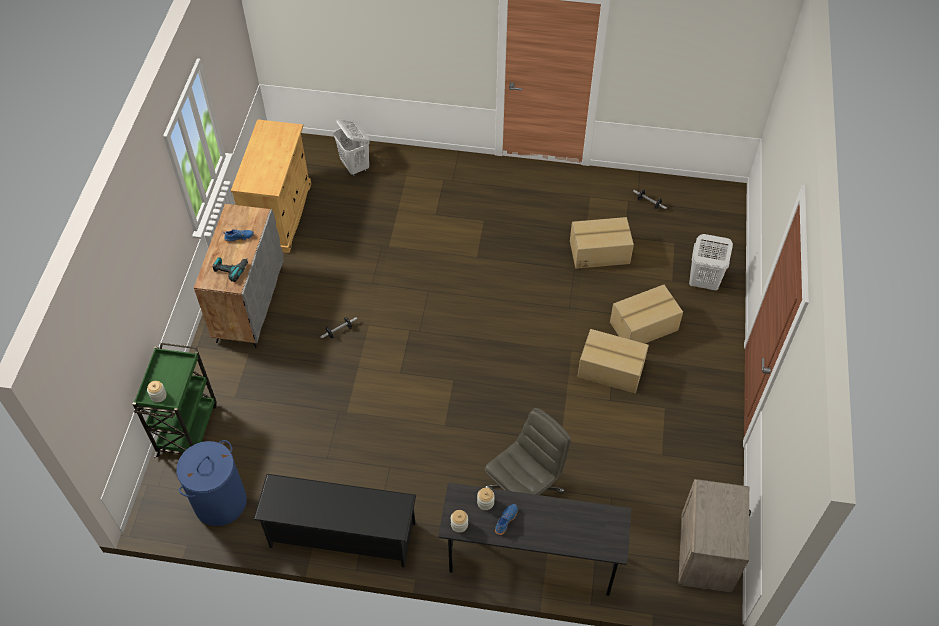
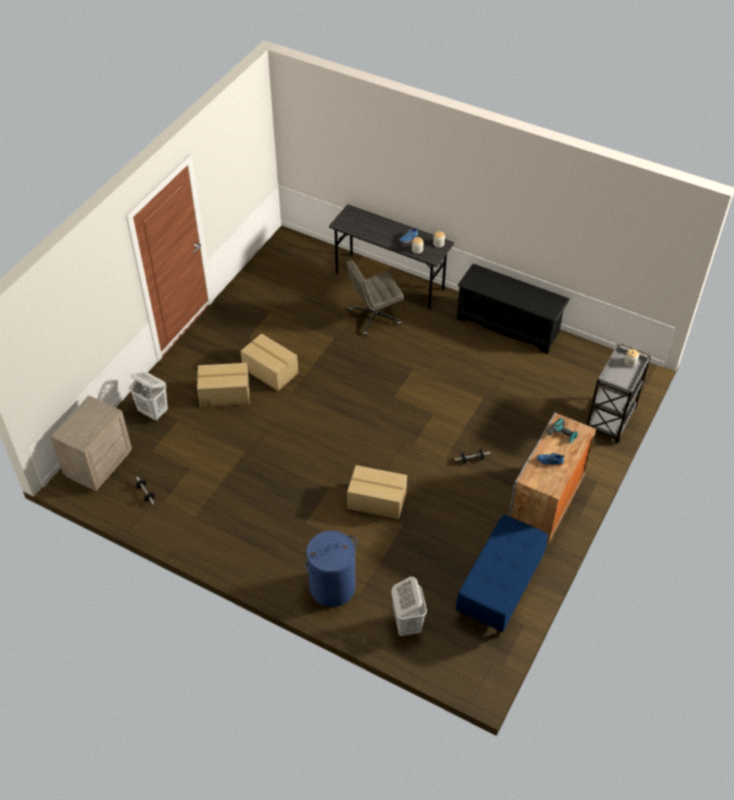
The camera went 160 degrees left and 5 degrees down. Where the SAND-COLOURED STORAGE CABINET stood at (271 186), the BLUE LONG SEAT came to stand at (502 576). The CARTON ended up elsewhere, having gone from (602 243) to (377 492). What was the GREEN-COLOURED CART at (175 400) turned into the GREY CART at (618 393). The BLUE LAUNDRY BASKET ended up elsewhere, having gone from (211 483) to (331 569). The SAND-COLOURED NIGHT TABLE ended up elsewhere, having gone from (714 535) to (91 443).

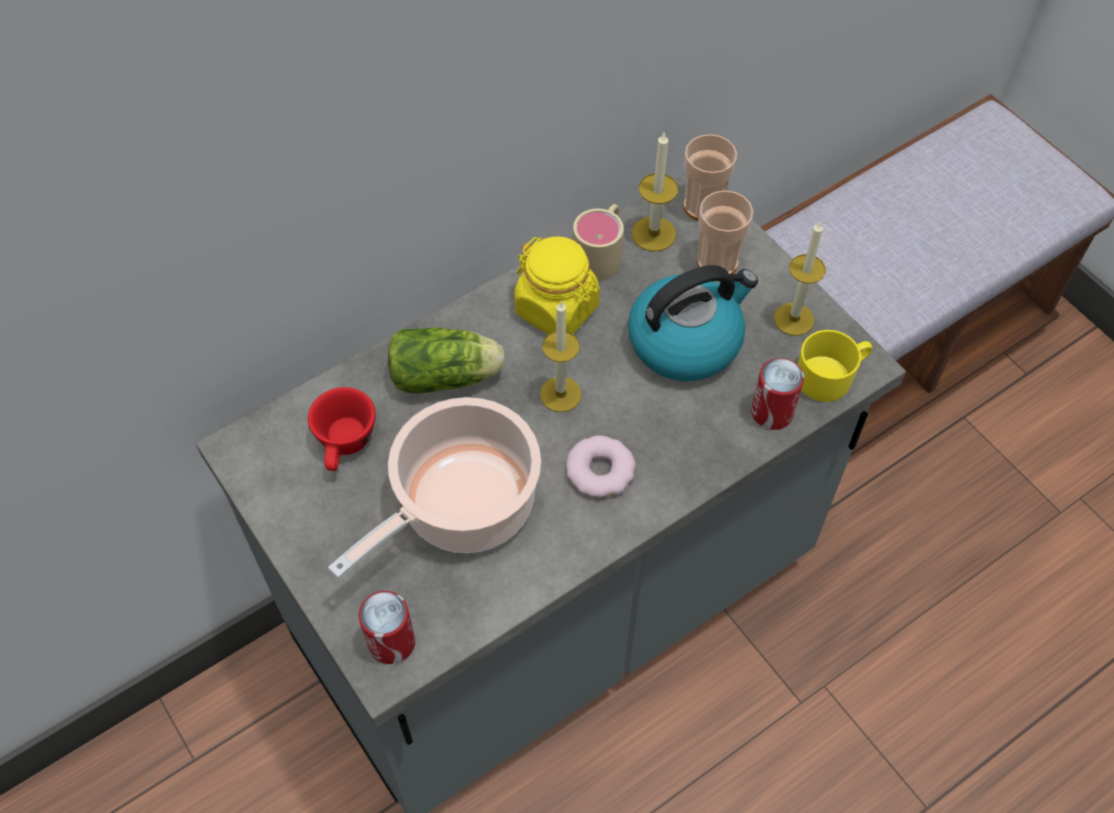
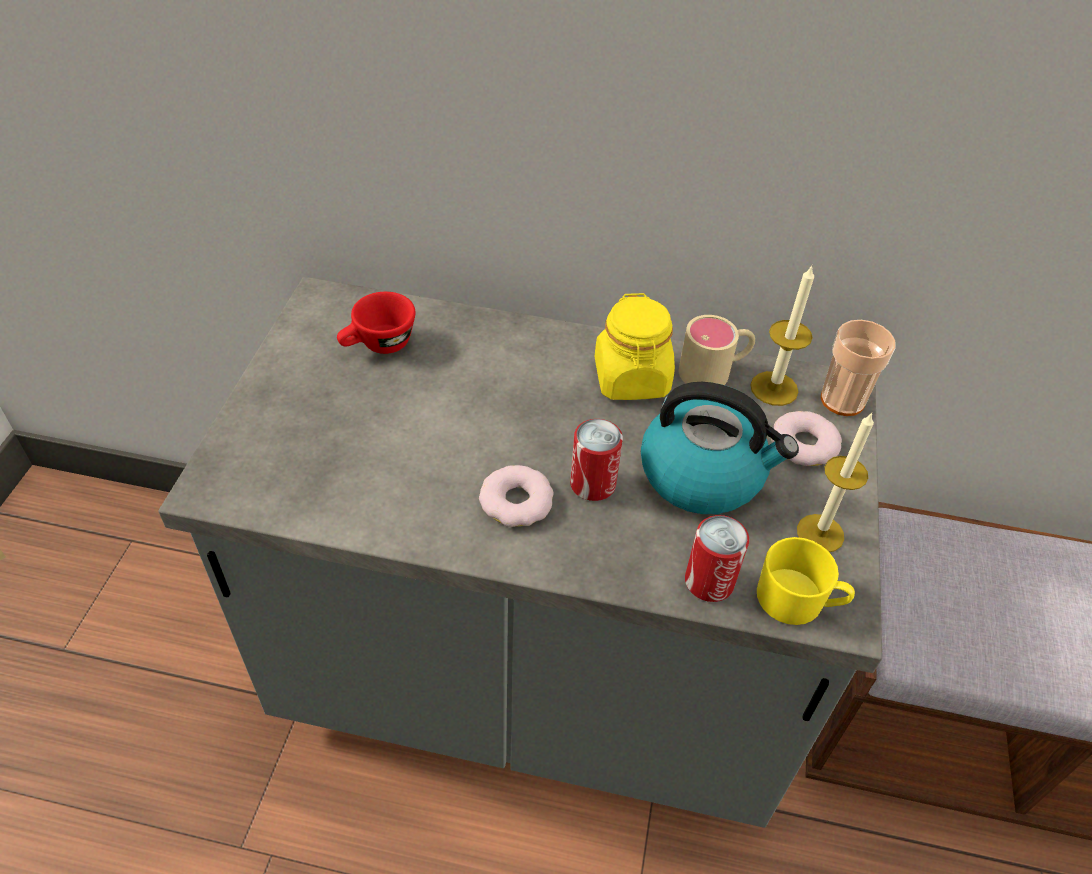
The camera went 45 degrees right and 10 degrees down. Where the SMALL CUP stood at (725 232), the DOUGHNUT came to stand at (806 438). The second view lost the WAX CANDLE at (561 356). The second view lost the LETTUCE HEAD at (446 360). The second view lost the SAUCEPOT at (434 488). The METAL CAN ended up elsewhere, having gone from (387 627) to (596 460).

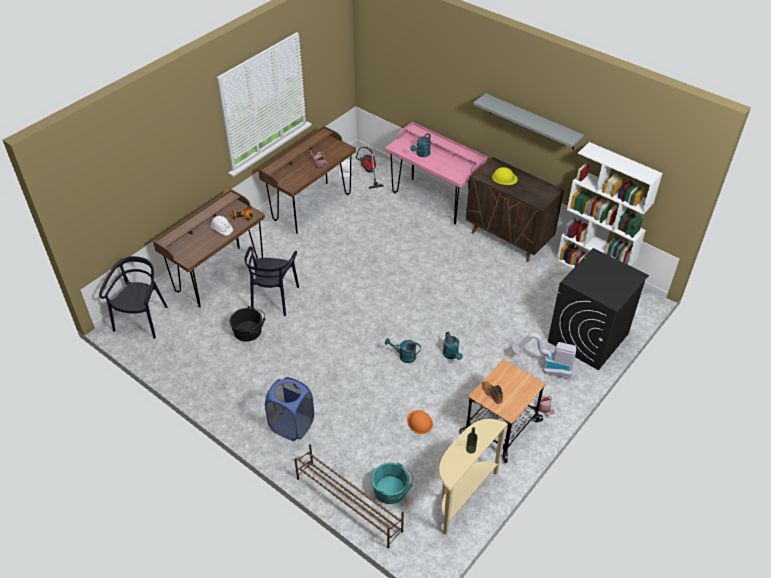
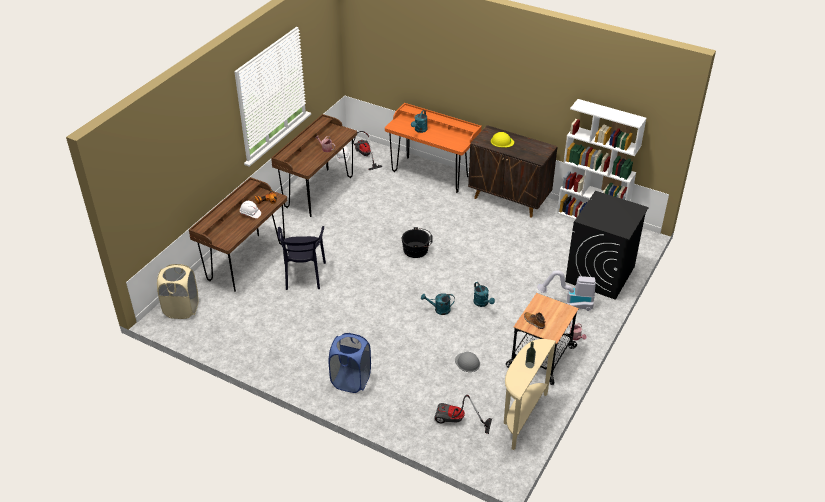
The camera went 10 degrees left and 5 degrees down. The second view lost the GREY WALL SHELF at (528 121). What was the PINKISH DESK TABLE at (437 173) turned into the ORANGE-COLOURED DESK TABLE at (433 148). Where the BLACKISH CHAIR stood at (133 297), the SAND-COLOURED LAUNDRY BASKET came to stand at (178 291). The BLACKISH BUCKET ended up elsewhere, having gone from (247 324) to (417 242). What was the ORANGE-COLOURED HARD HAT at (420 422) turned into the GREY HARD HAT at (467 362). The second view lost the BROWNISH SHOE RACK at (349 496). Where the BLUE-GREEN BUCKET stood at (392 483), the HOOVER came to stand at (463 414).

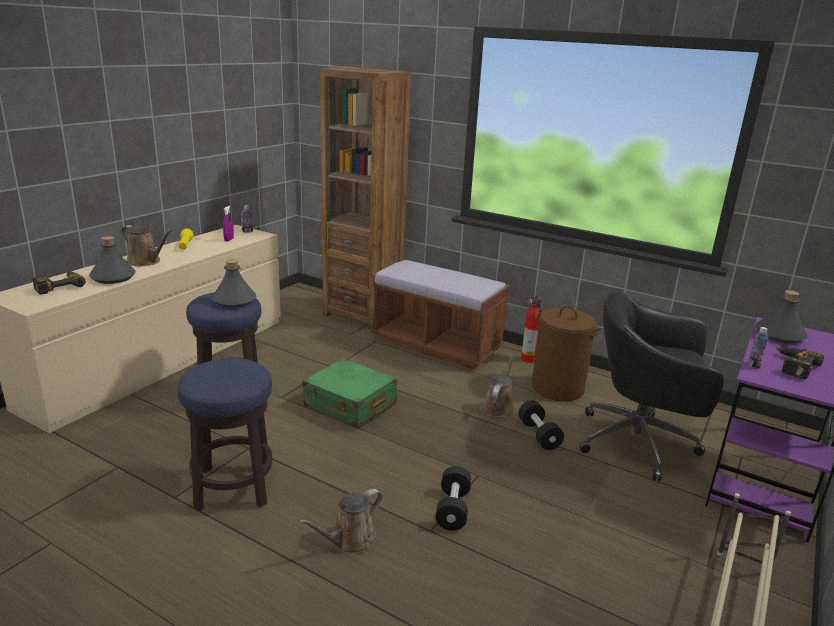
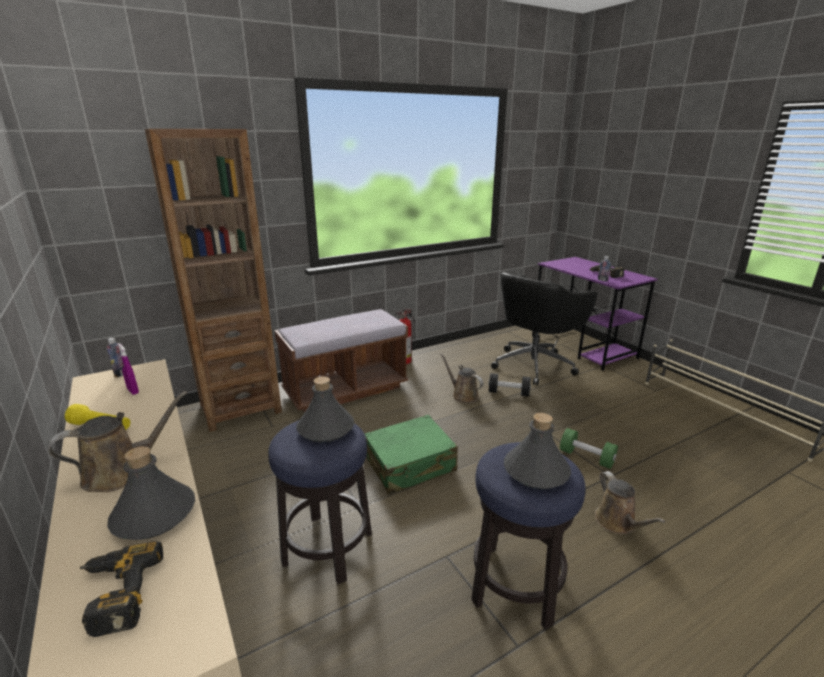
The camera went 60 degrees left and 0 degrees up. The GREY DRINK BOTTLE ended up elsewhere, having gone from (781 316) to (537 451). The second view lost the BROWNISH LAUNDRY BASKET at (567 353). What was the BLACKISH DUMBBELL at (453 498) turned into the GREEN-COLOURED DUMBBELL at (589 448).

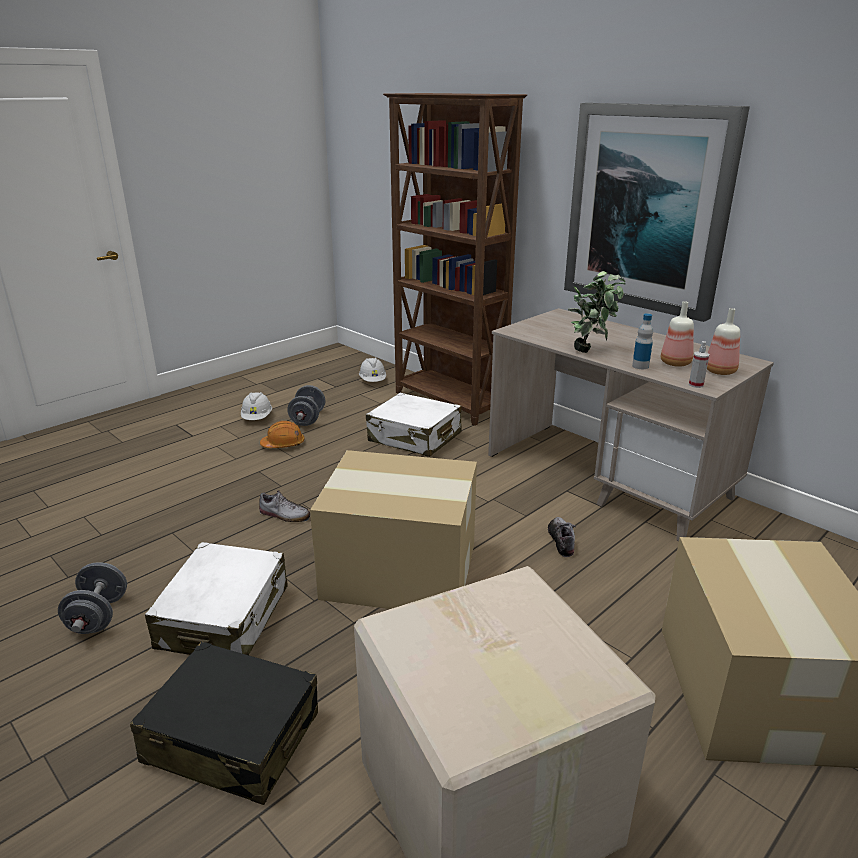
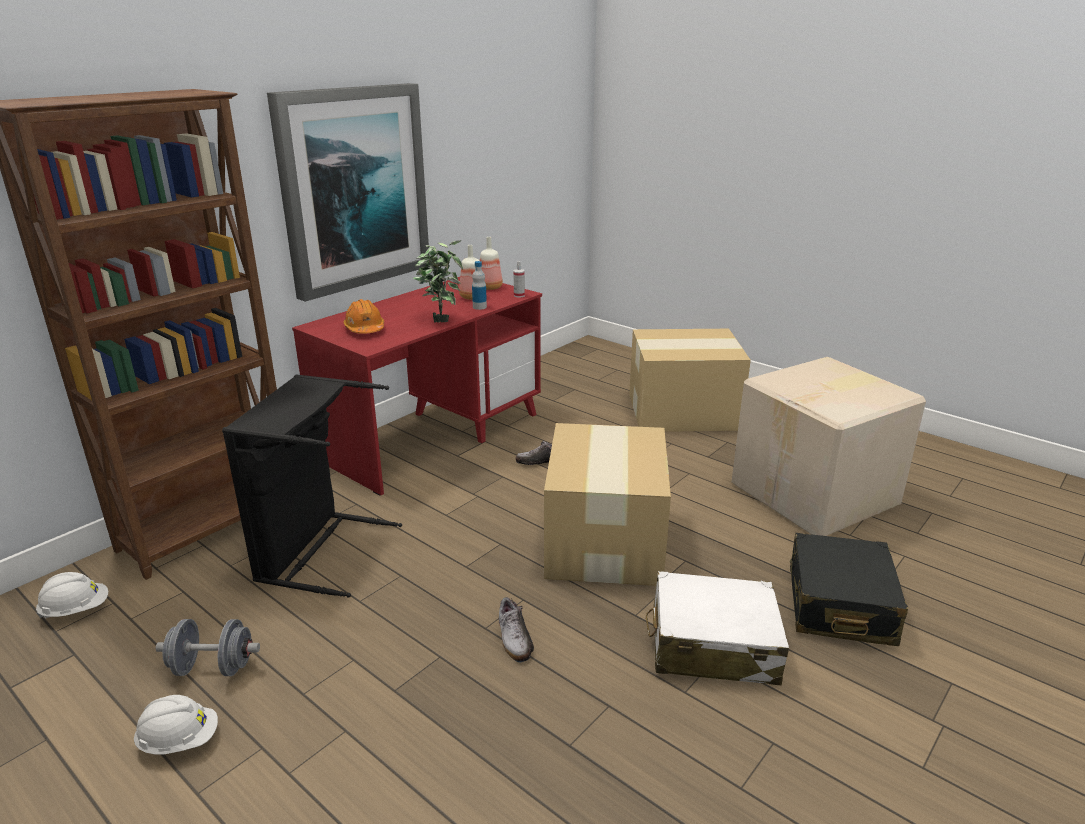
The camera went 95 degrees left and 0 degrees up. What was the SAND-COLOURED DESK TABLE at (631 424) turned into the RED-COLOURED DESK TABLE at (417 386). Where the WHITE SUITCASE stood at (414 425), the BLACKISH LAUNDRY BASKET came to stand at (312 486). The ORANGE-COLOURED HARD HAT ended up elsewhere, having gone from (282 434) to (364 316). The LOW SHOE at (284 506) ended up facing another way, 150 degrees clockwise from before. The second view lost the GREY DUMBBELL at (92 598).

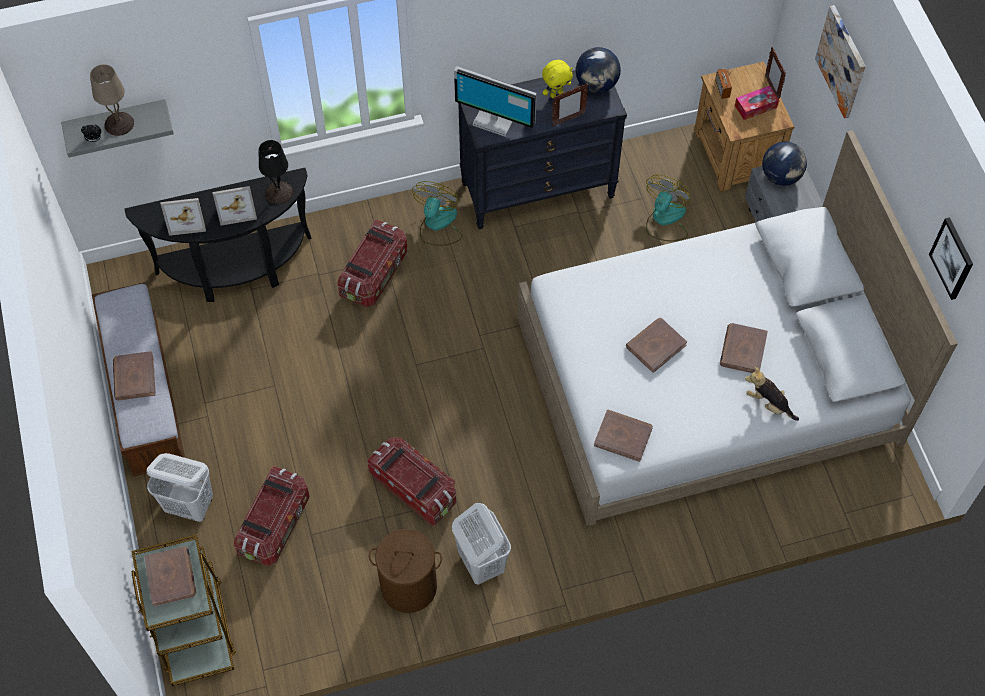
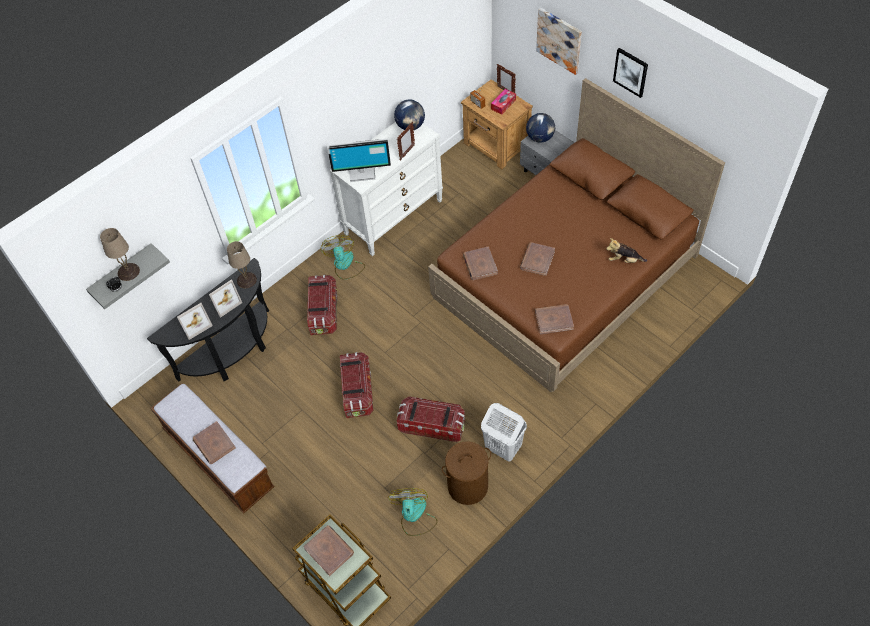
The camera went 25 degrees left and 5 degrees down. The second view lost the YELLOW PLUSH TOY at (557 79). What was the BLACKISH CHEST OF DRAWERS at (542 149) turned into the WHITE CHEST OF DRAWERS at (386 189). What was the WHITE SLEEPING BED at (738 328) turned into the BROWNISH SLEEPING BED at (576 235). What was the BLACKISH TABLETOP LAMP at (276 172) turned into the SAND-COLOURED TABLETOP LAMP at (242 264). The ELECTRIC FAN ended up elsewhere, having gone from (668 208) to (413 512). The PICTURE ended up elsewhere, having gone from (951 258) to (630 73). The BROWNISH VOLUME ended up elsewhere, having gone from (744 348) to (480 263). The second view lost the WHITE LAUNDRY BASKET at (179 487). The STORAGE BOX ended up elsewhere, having gone from (272 516) to (356 385).

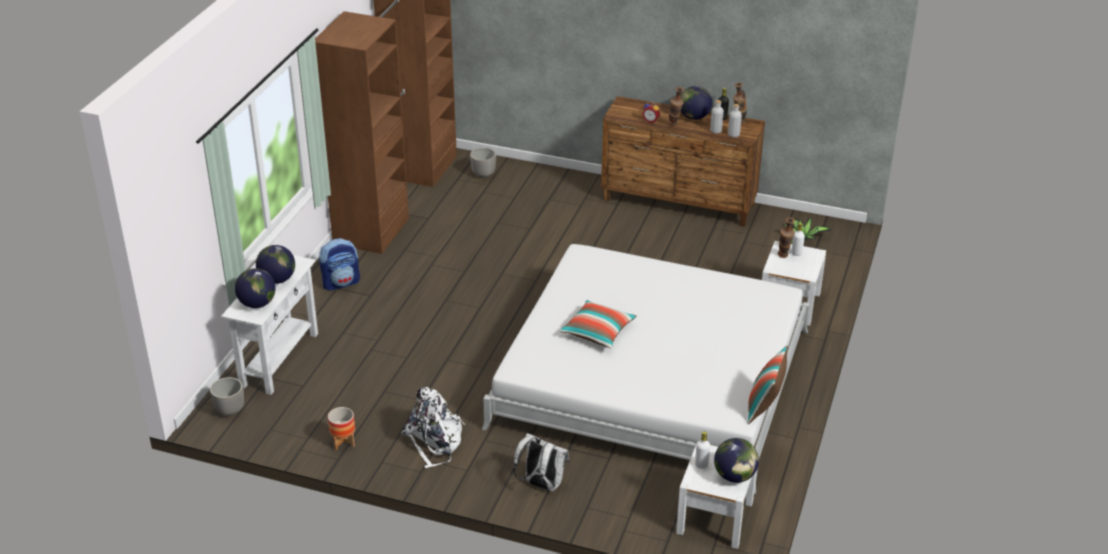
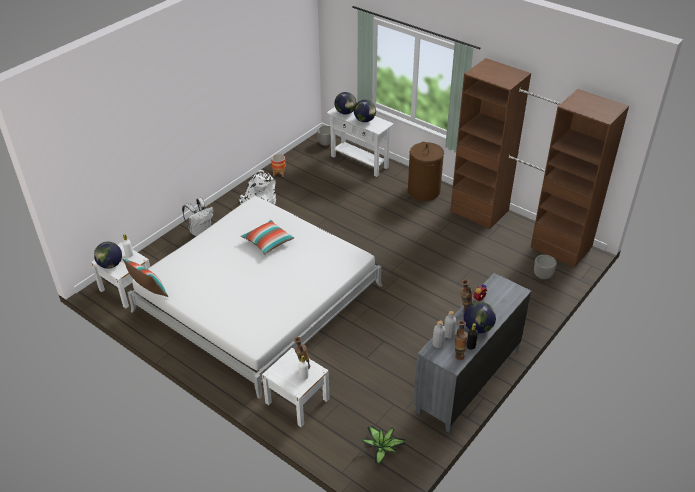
The camera went 110 degrees right and 5 degrees up. What was the BROWNISH CHEST OF DRAWERS at (683 161) turned into the GREY CHEST OF DRAWERS at (472 353). Where the BACKPACK stood at (339 264), the BROWNISH LAUNDRY BASKET came to stand at (426 171).

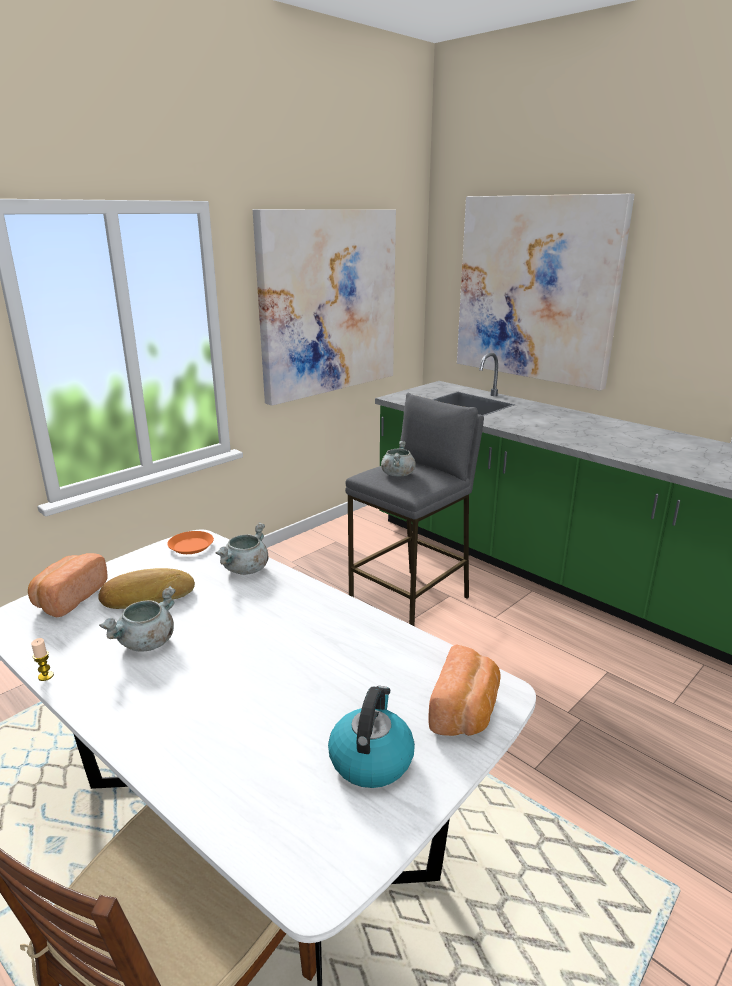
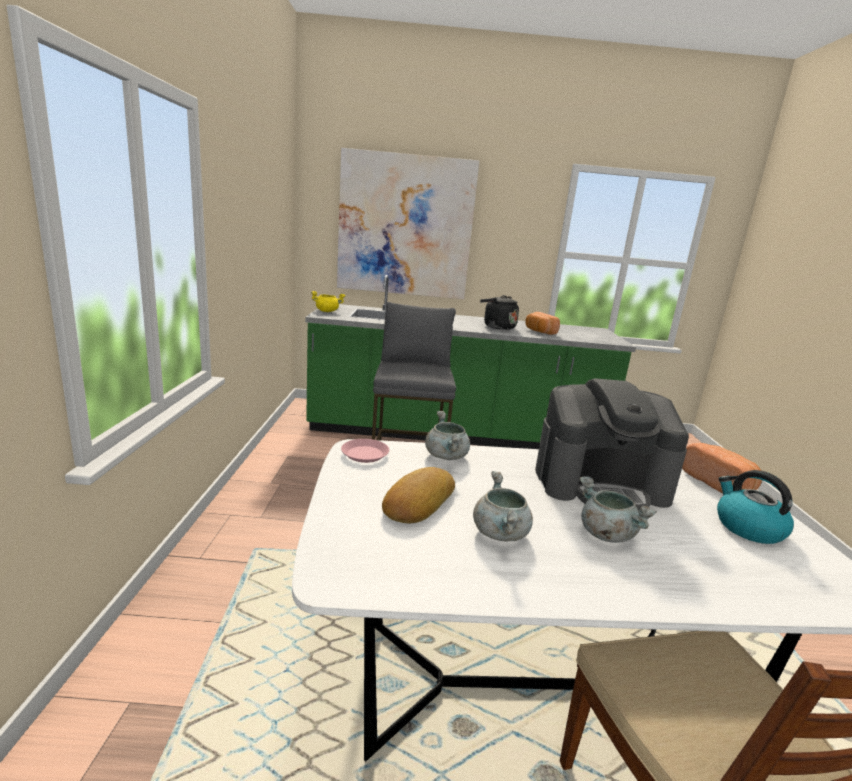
The camera went 45 degrees left and 5 degrees down. The second view lost the PICTURE at (324 307). The GREY SAUCEPOT ended up elsewhere, having gone from (398 458) to (618 509). What was the ORANGE-COLOURED DINNER PLATE at (190 542) turned into the PINKISH DINNER PLATE at (365 451). The BAKERY BREAD ended up elsewhere, having gone from (68 585) to (542 323). The second view lost the WAX CANDLE at (42 659). The second view gained the YELLOW SAUCEPOT at (328 301). The second view gained the BLACKISH KETTLE at (499 312). The second view gained the COFFEE MAKER at (612 444).

